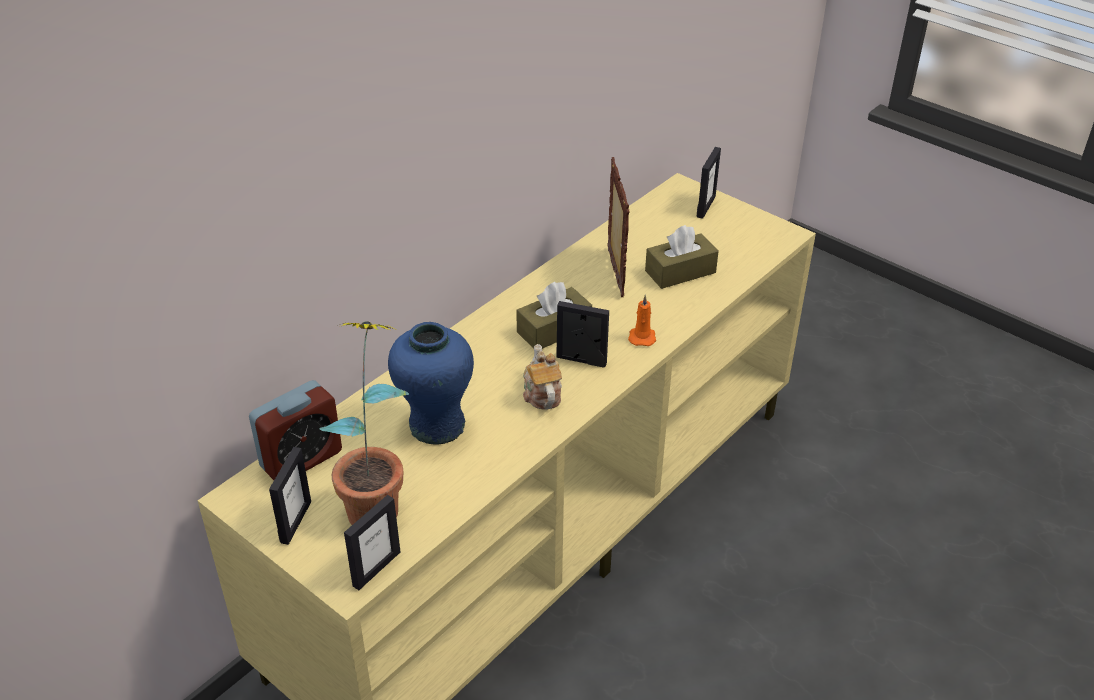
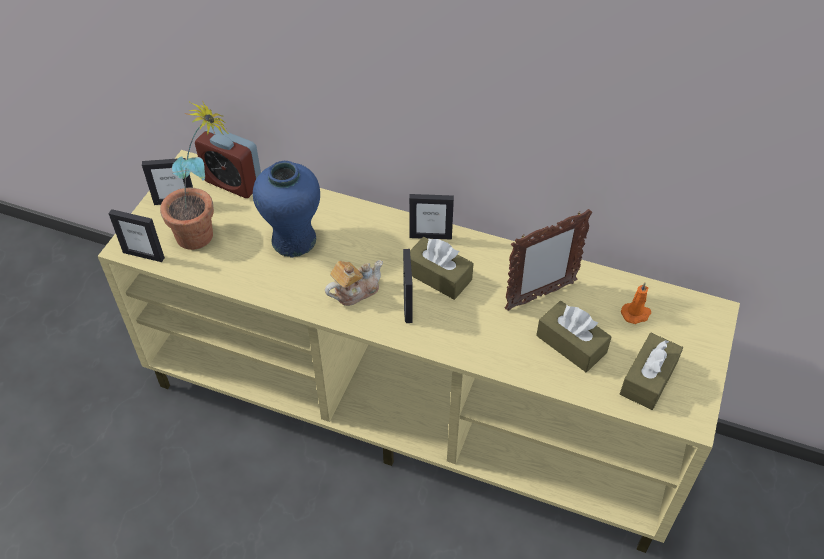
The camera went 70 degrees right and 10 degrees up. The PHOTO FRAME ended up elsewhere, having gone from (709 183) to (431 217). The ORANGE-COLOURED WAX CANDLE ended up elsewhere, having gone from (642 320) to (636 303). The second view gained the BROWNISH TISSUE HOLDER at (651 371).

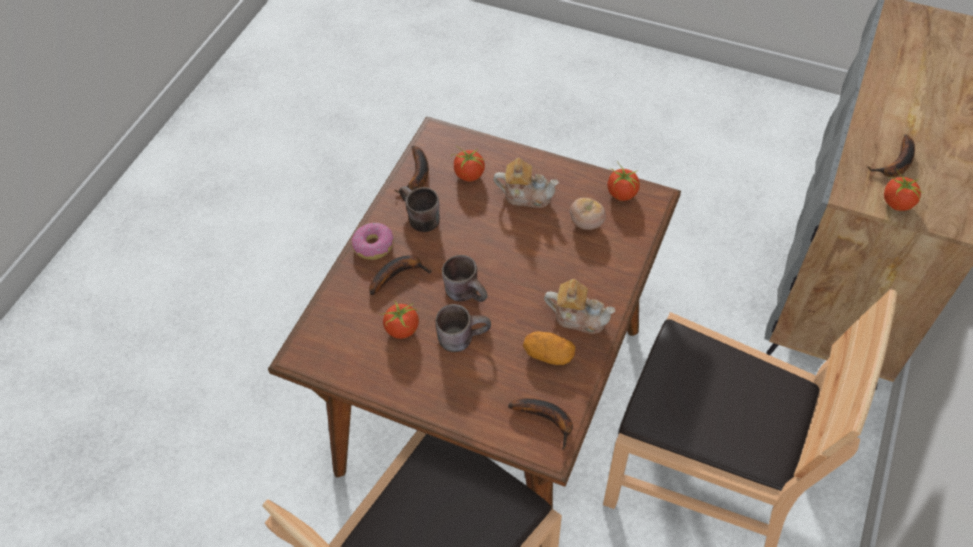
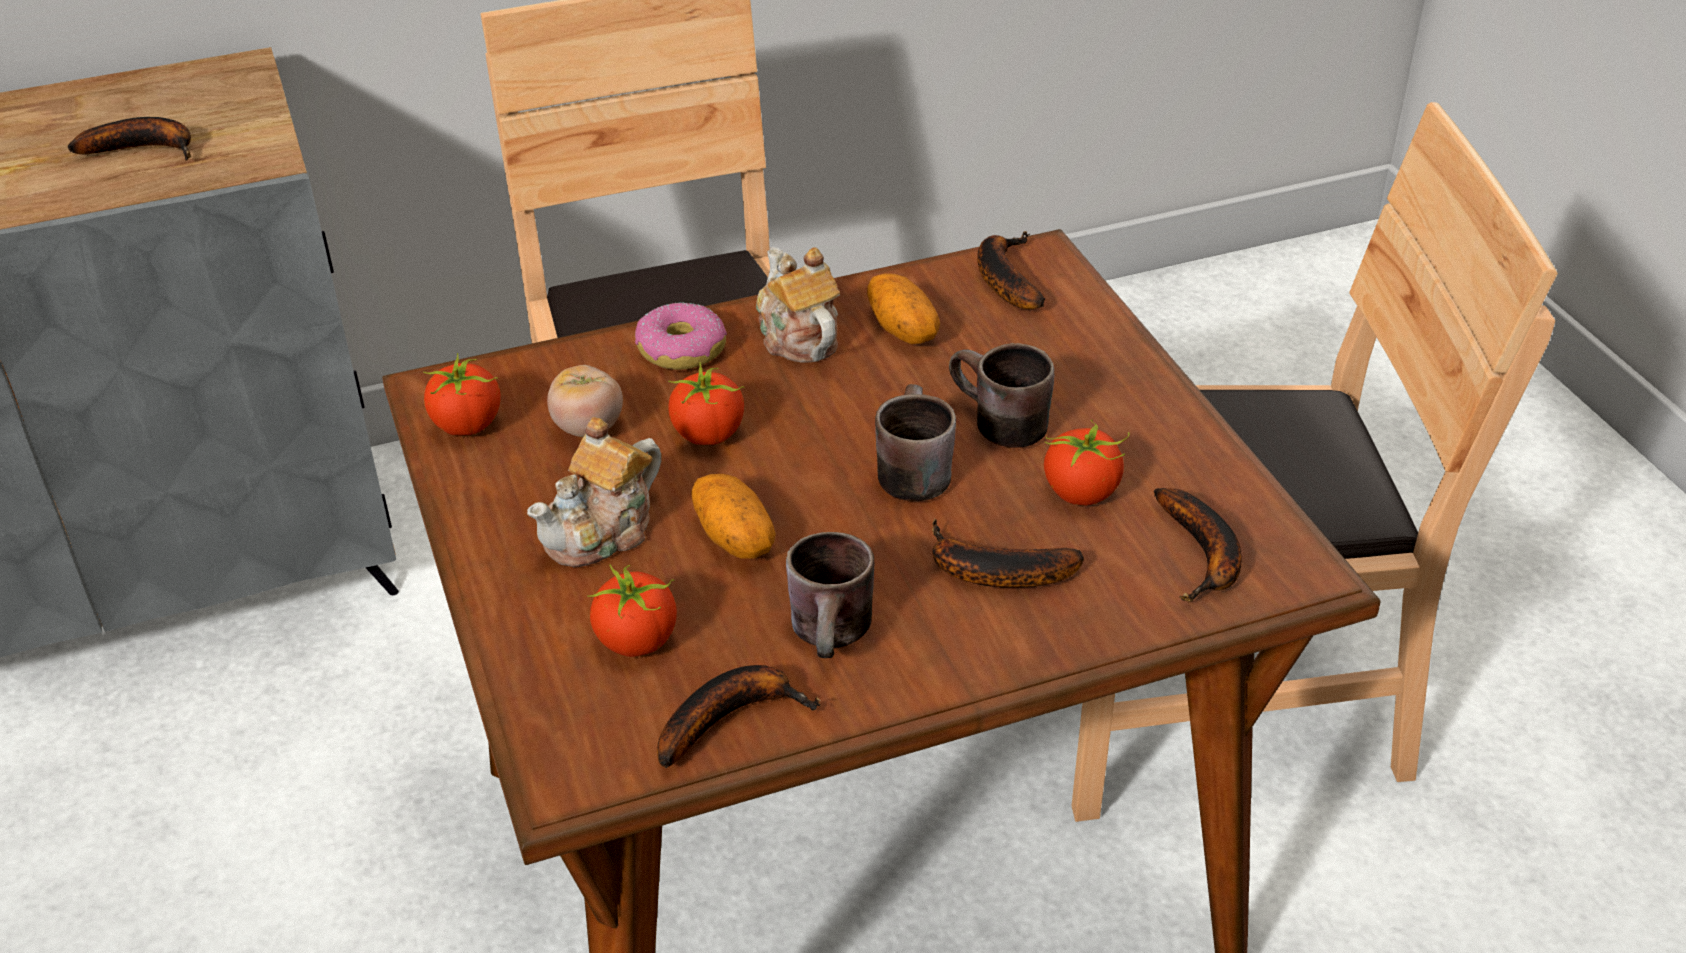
The camera went 135 degrees left and 15 degrees down. The TEAPOT at (526 183) ended up facing another way, 105 degrees counterclockwise from before. The FRESH TOMATO ended up elsewhere, having gone from (904 190) to (706 403). The DOUGHNUT ended up elsewhere, having gone from (373 241) to (681 336). The second view gained the SPUD at (733 516). The second view gained the BANANA at (1198 545).

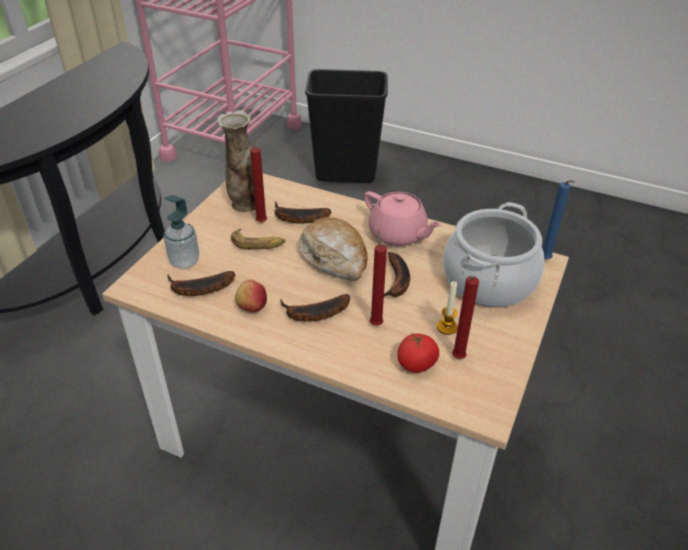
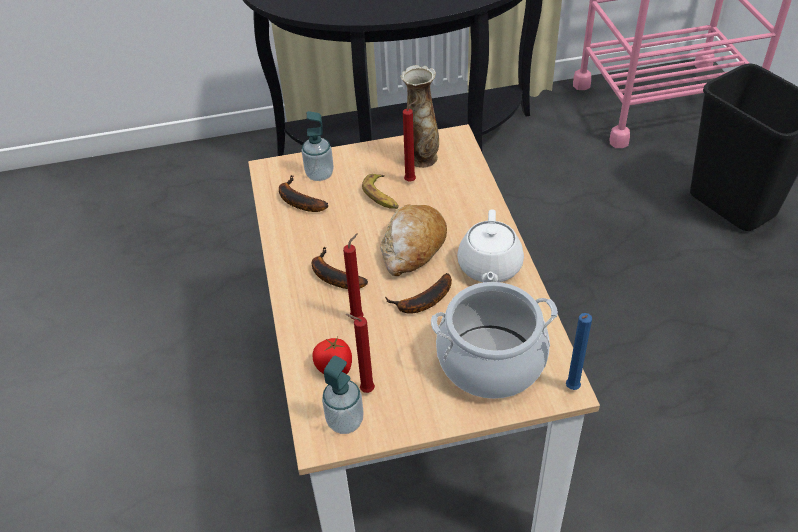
The camera went 55 degrees right and 5 degrees up. What was the PINKISH TEAPOT at (403 218) turned into the WHITE TEAPOT at (490 245). The second view lost the BANANA at (303 212). The second view lost the APPLE FRUIT at (251 295). The second view lost the WAX CANDLE at (447 308). The second view gained the SOAP BOTTLE at (343 395).

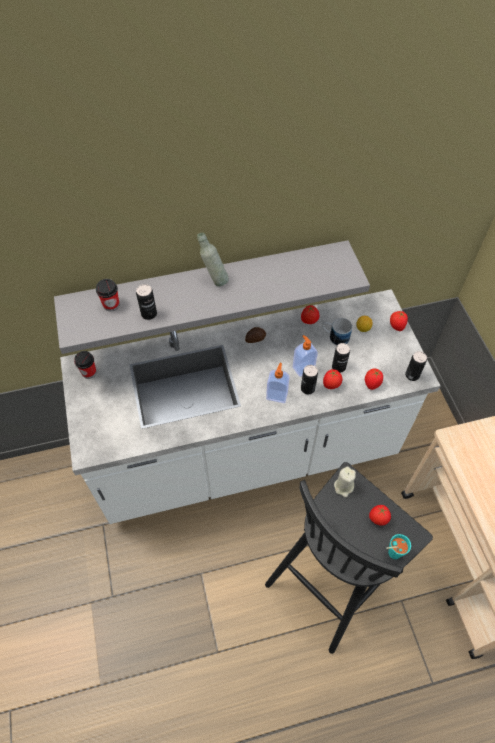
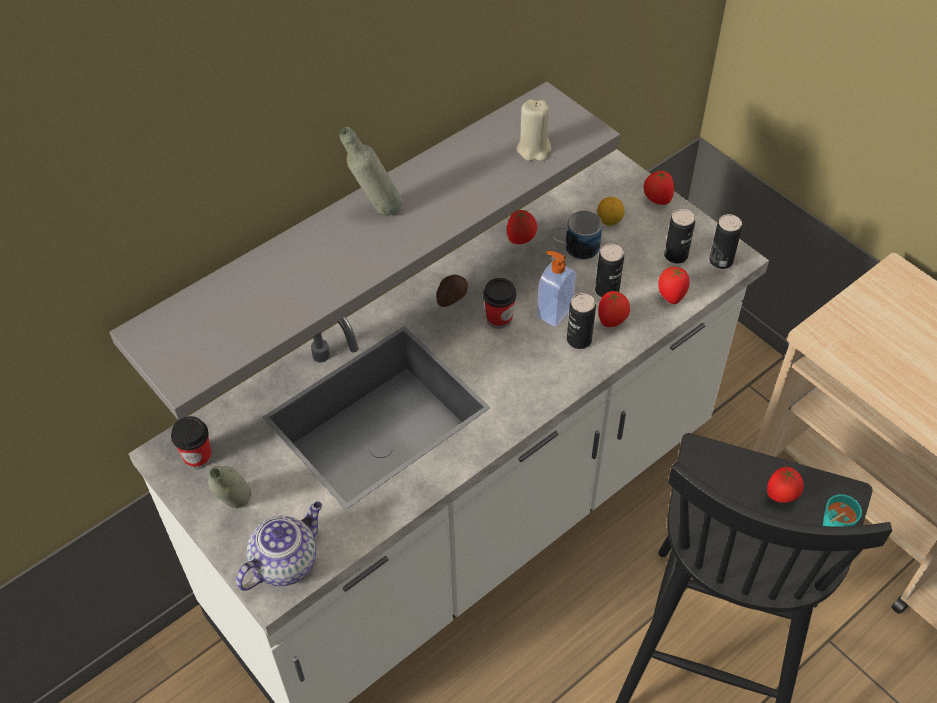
The camera went 25 degrees left and 5 degrees down. The SMALL CUP ended up elsewhere, having gone from (107 295) to (499 303). The METAL CAN ended up elsewhere, having gone from (146 302) to (679 236). The second view lost the SOAP BOTTLE at (277 383). The SAND-COLOURED WAX CANDLE ended up elsewhere, having gone from (345 481) to (533 130). The second view gained the GREY DRINK BOTTLE at (229 487). The second view gained the TEAPOT at (279 546).

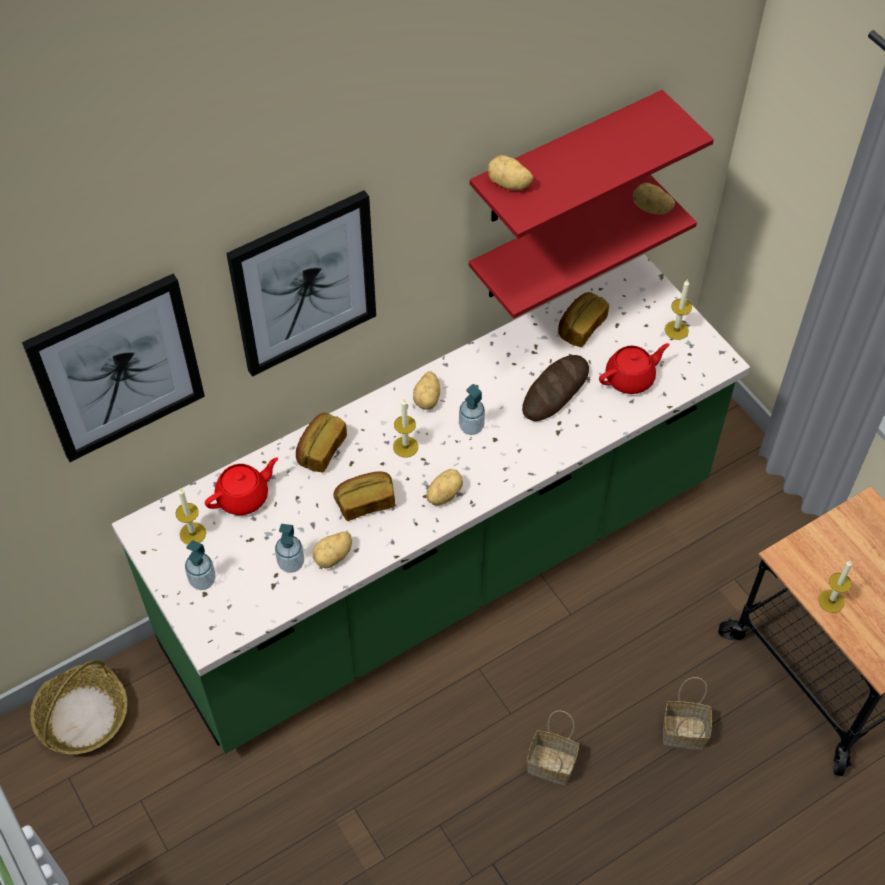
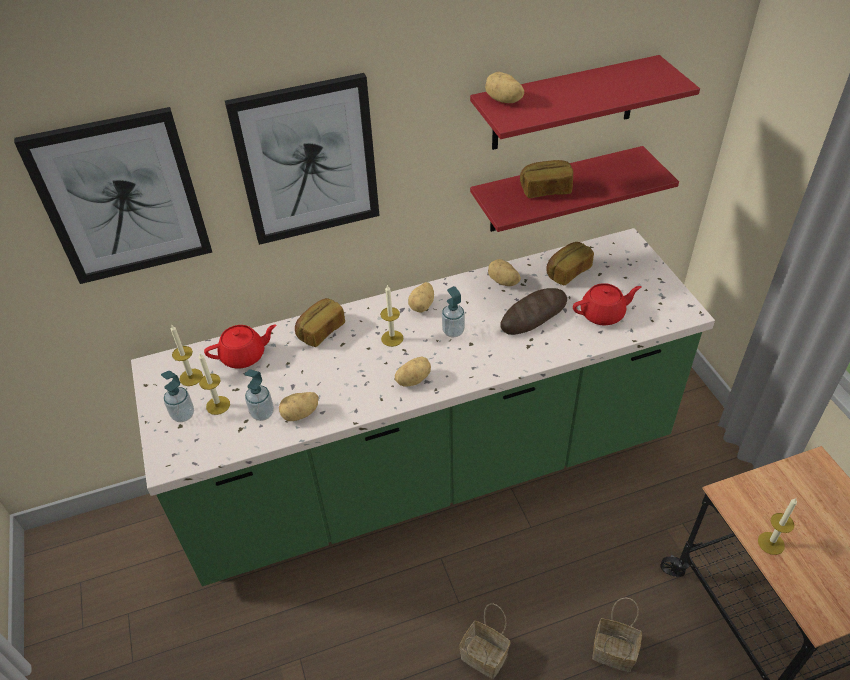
The camera went 15 degrees right and 10 degrees down. The SPUD ended up elsewhere, having gone from (654 199) to (504 272). The WAX CANDLE ended up elsewhere, having gone from (678 309) to (214 384). The BAKERY BREAD ended up elsewhere, having gone from (364 496) to (546 179). The second view lost the BASKET at (78 707).

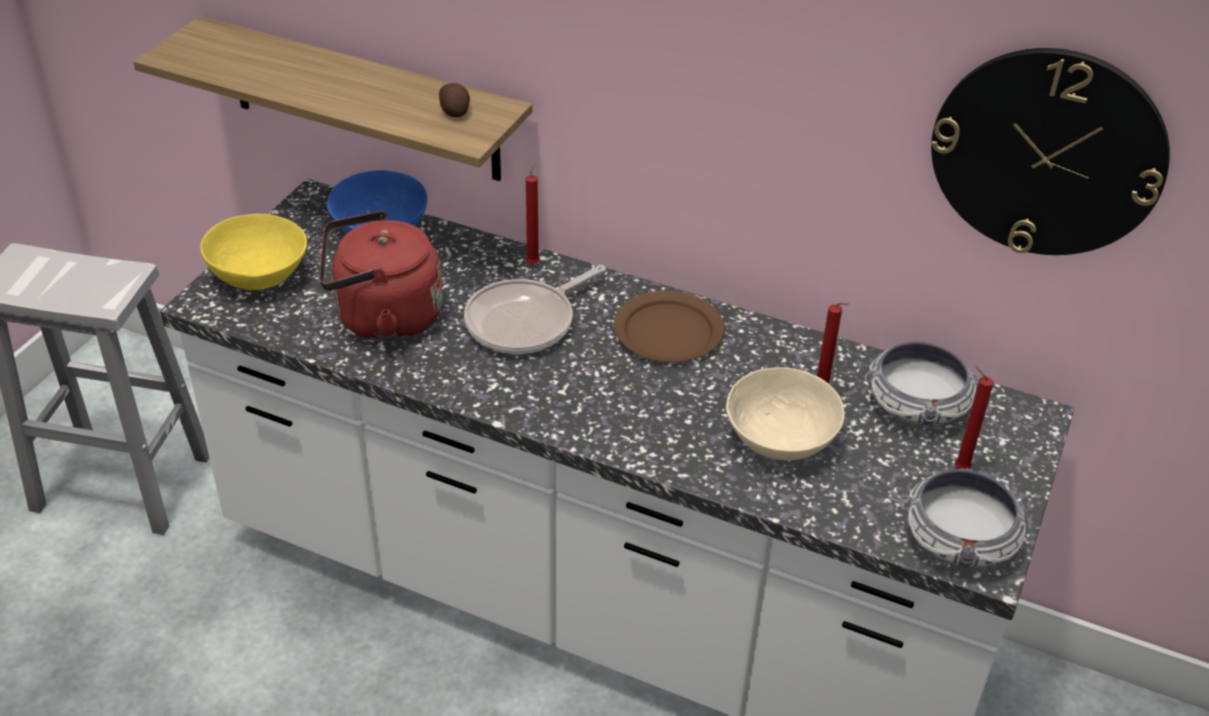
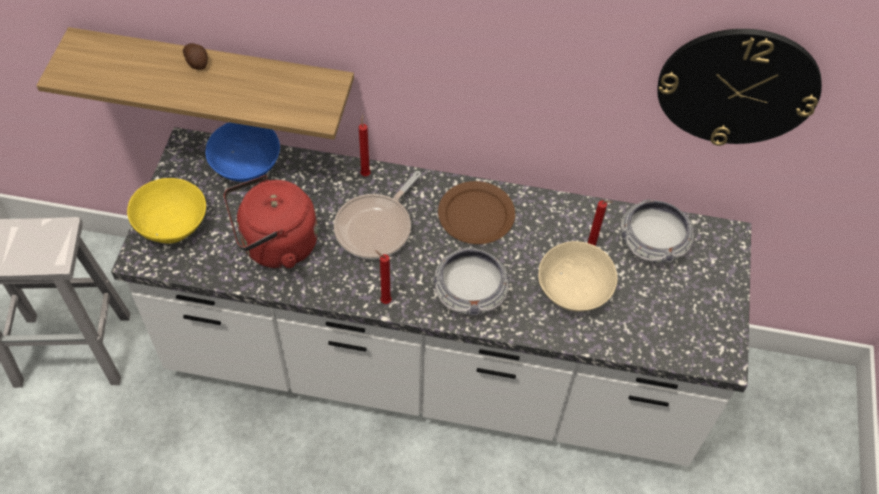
The camera went 15 degrees left and 15 degrees up. The SPUD ended up elsewhere, having gone from (454 100) to (195 56). The RED-COLOURED WAX CANDLE ended up elsewhere, having gone from (974 417) to (383 277). The SERVING BOWL ended up elsewhere, having gone from (966 518) to (471 281).

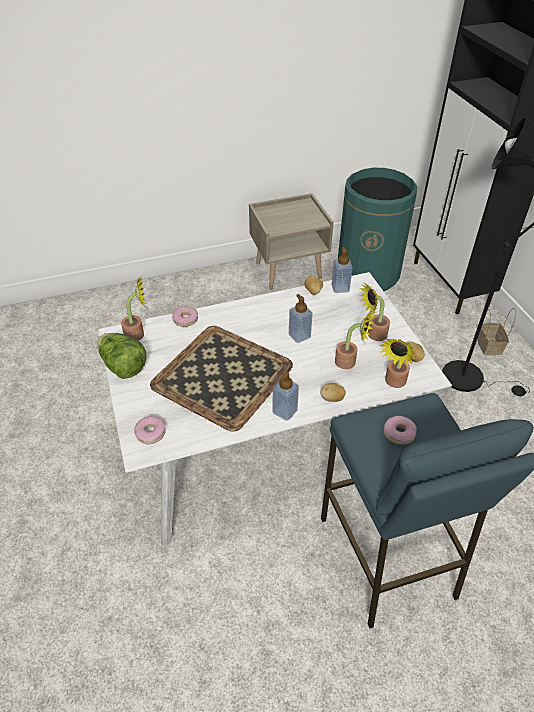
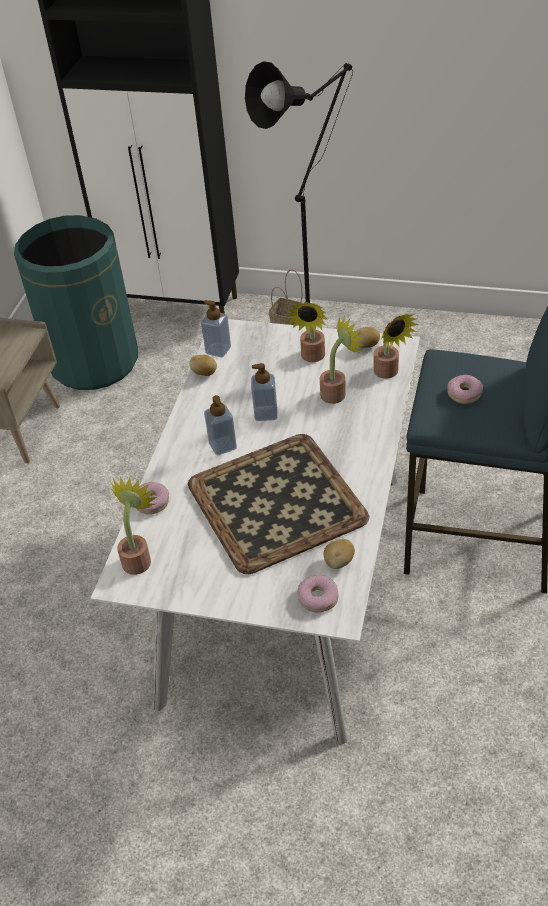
The camera went 55 degrees left and 0 degrees up. The second view lost the LETTUCE HEAD at (121 356). The SOAP BOTTLE ended up elsewhere, having gone from (285 396) to (220 425). The SPUD ended up elsewhere, having gone from (333 392) to (339 554).

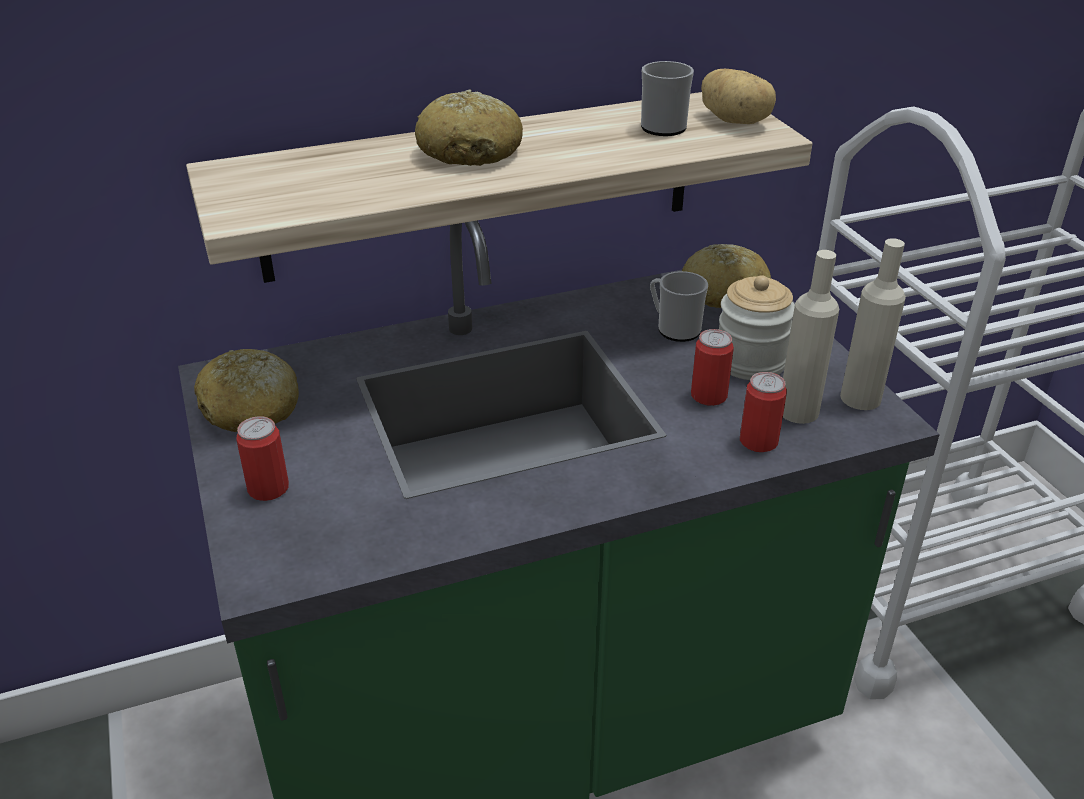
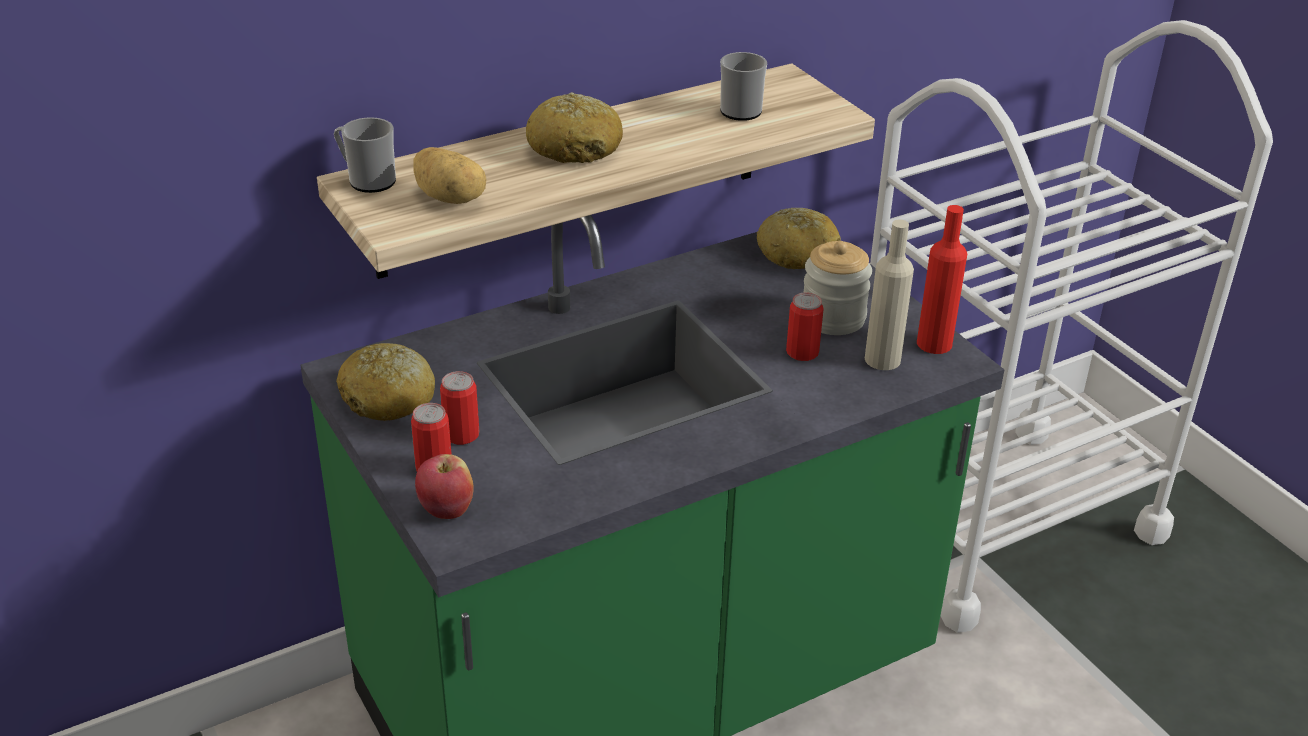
The camera went 10 degrees left and 0 degrees up. The SPUD ended up elsewhere, having gone from (738 96) to (450 175). What was the SAND-COLOURED DRINK BOTTLE at (873 324) turned into the RED-COLOURED DRINK BOTTLE at (942 279). The COFFEE MUG ended up elsewhere, having gone from (679 306) to (365 155). The METAL CAN ended up elsewhere, having gone from (763 412) to (459 408). The second view gained the APPLE FRUIT at (444 486).

